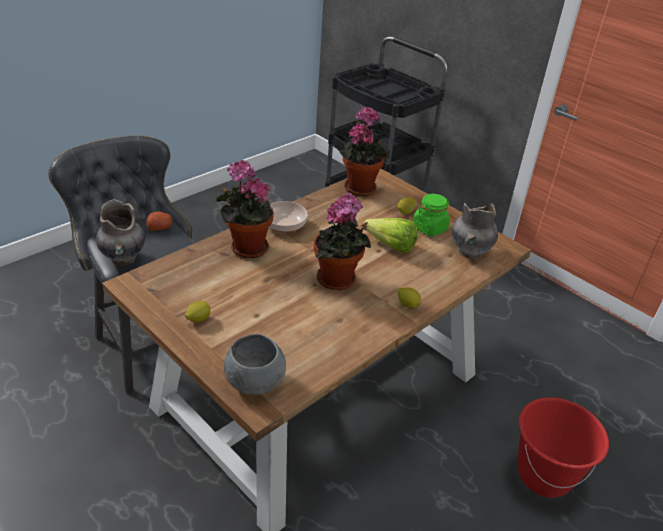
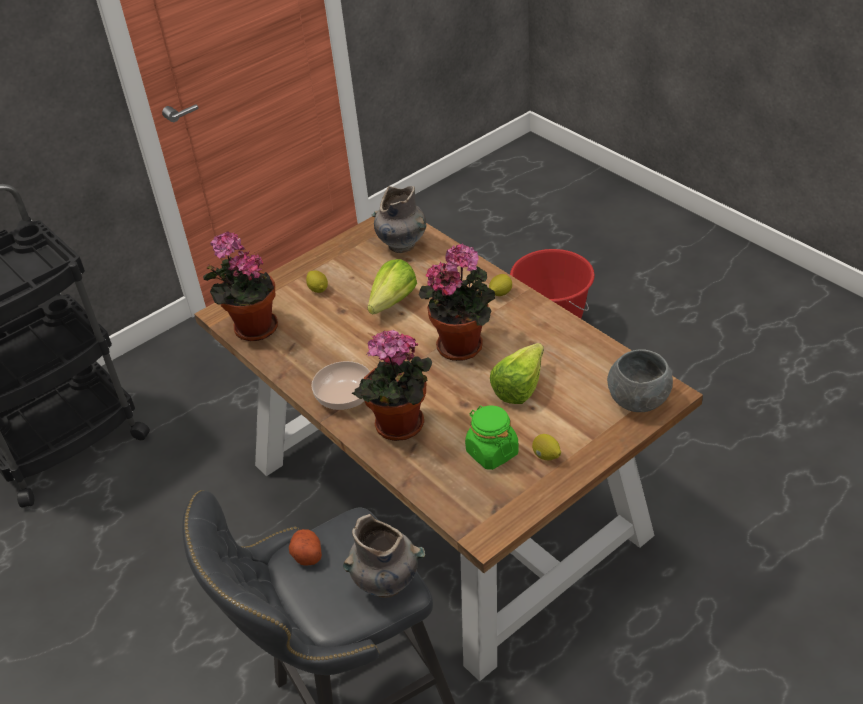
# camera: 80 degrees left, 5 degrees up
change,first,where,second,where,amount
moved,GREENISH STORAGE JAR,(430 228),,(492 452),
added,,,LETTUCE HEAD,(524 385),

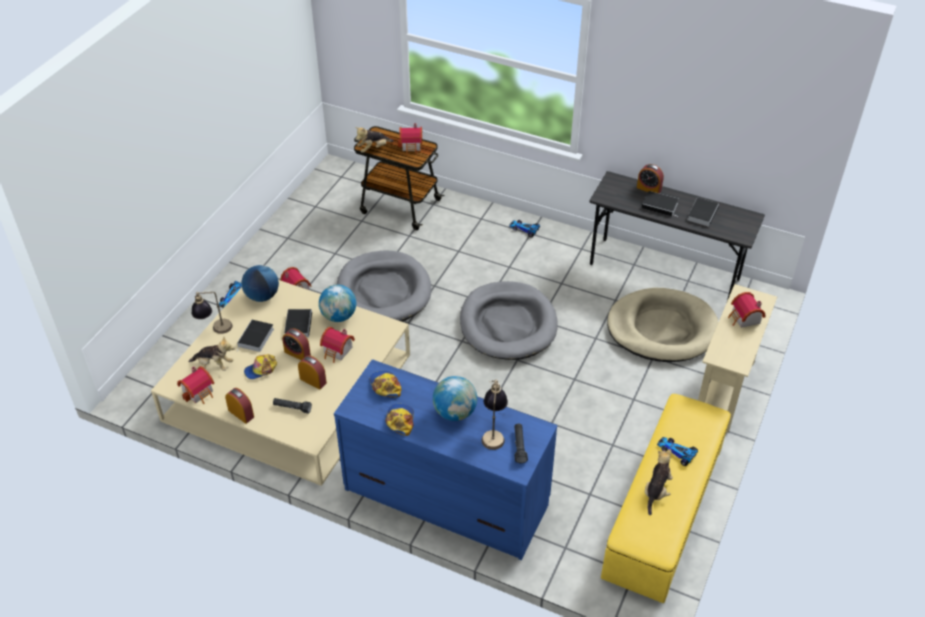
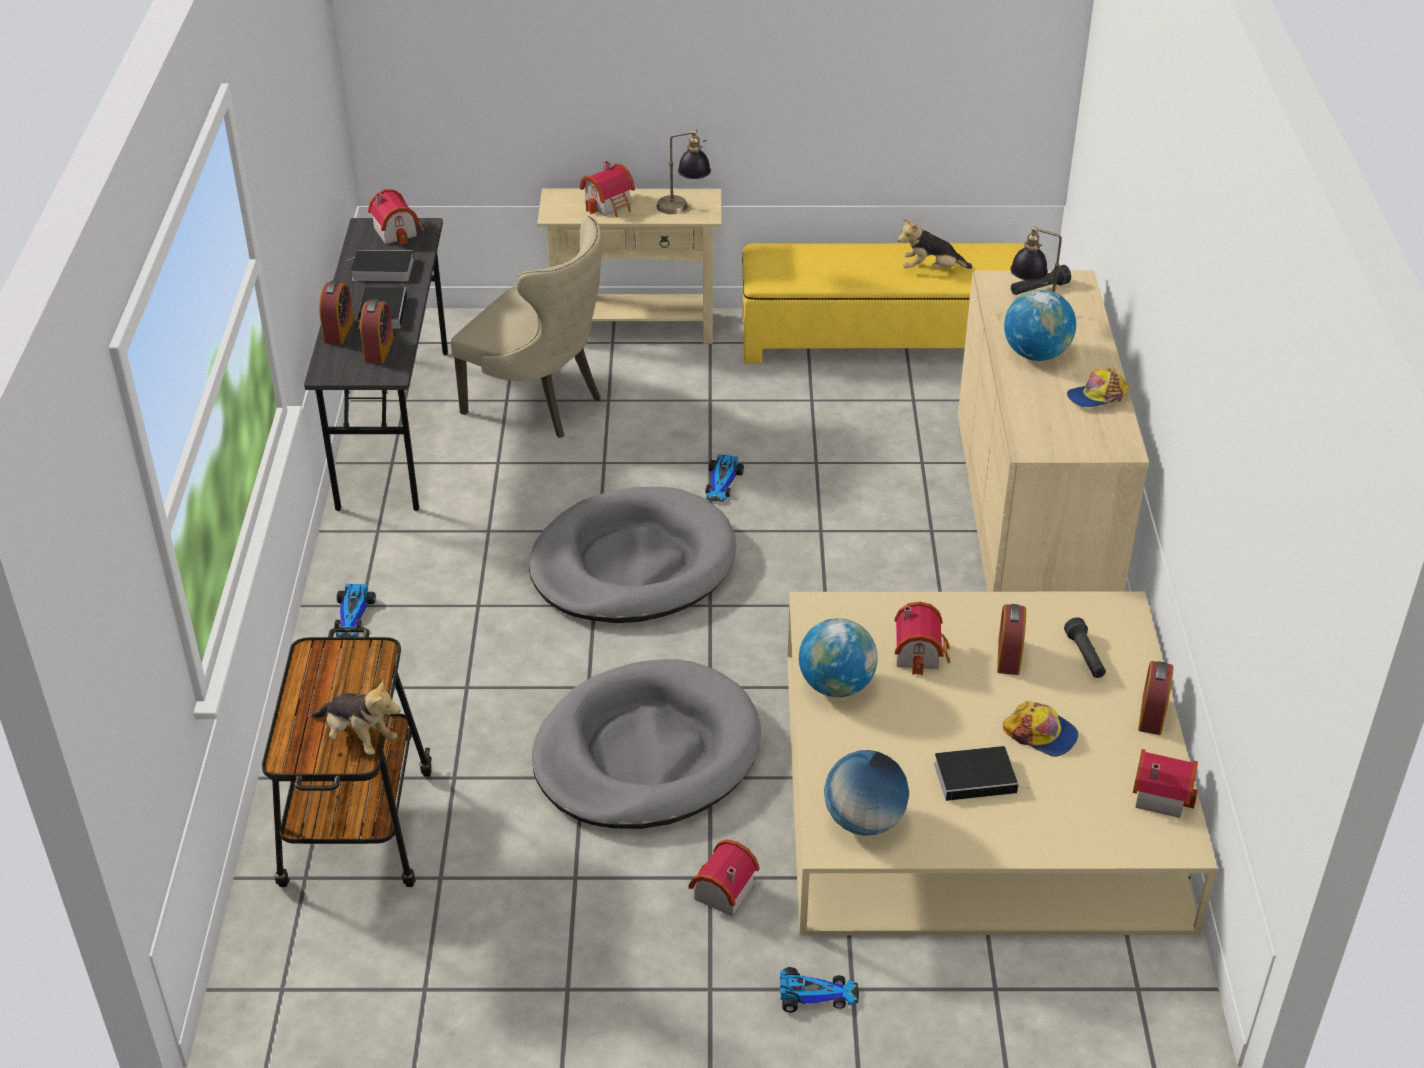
# camera: 115 degrees left, 5 degrees down
change,first,where,second,where,amount
moved,TOY HOUSE,(412 146),,(398 231),
replaced,SAND-COLOURED DOG CUSHION,(661 329),SAND-COLOURED CHAIR,(539 403),
moved,LAMP FOR A TABLE,(214 330),,(683 210),
removed,BOOK,(298 324),,,
moved,BEDSIDE CLOCK,(297 353),,(379 350),
removed,CUDDLY TOY,(214 365),,,
recoloured,BLUE-COLOURED DRAWER CHEST,(446 496),SAND-COLOURED DRAWER CHEST,(1032 523),
removed,BASEBALL CAP,(385 386),,,
moved,MINIATURE CAR,(677 452),,(722 483),

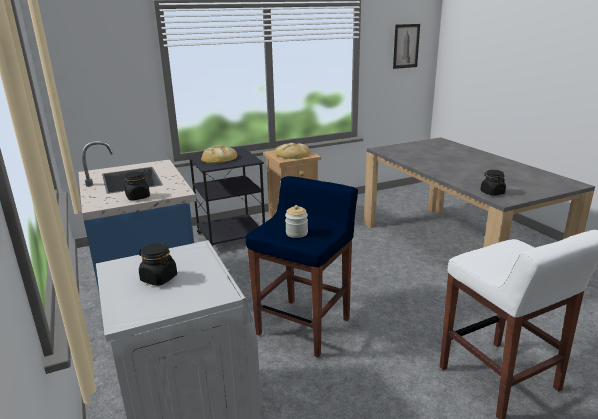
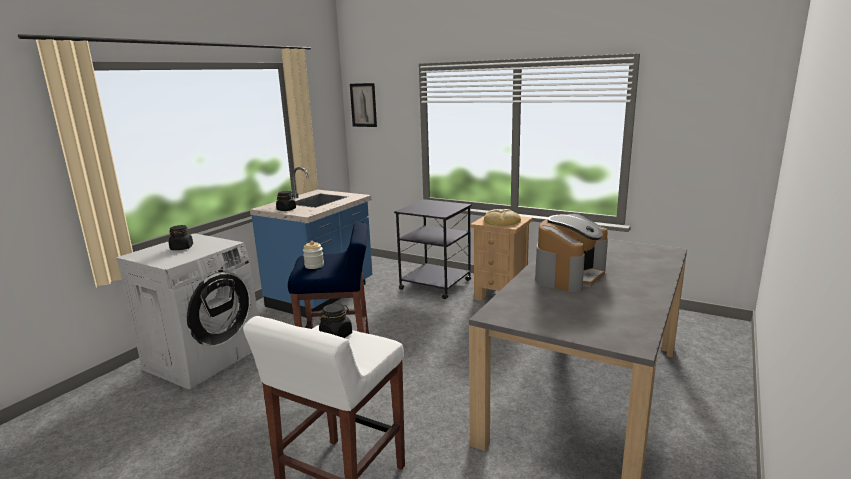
# camera: 55 degrees right, 5 degrees down
change,first,where,second,where,amount
moved,WALL PICTURE,(406 46),,(363 105),
removed,BAKERY BREAD,(219 158),,,
moved,BLACK-COLOURED STORAGE JAR,(492 193),,(336 335),
added,,,COFFEE MAKER,(569 275),

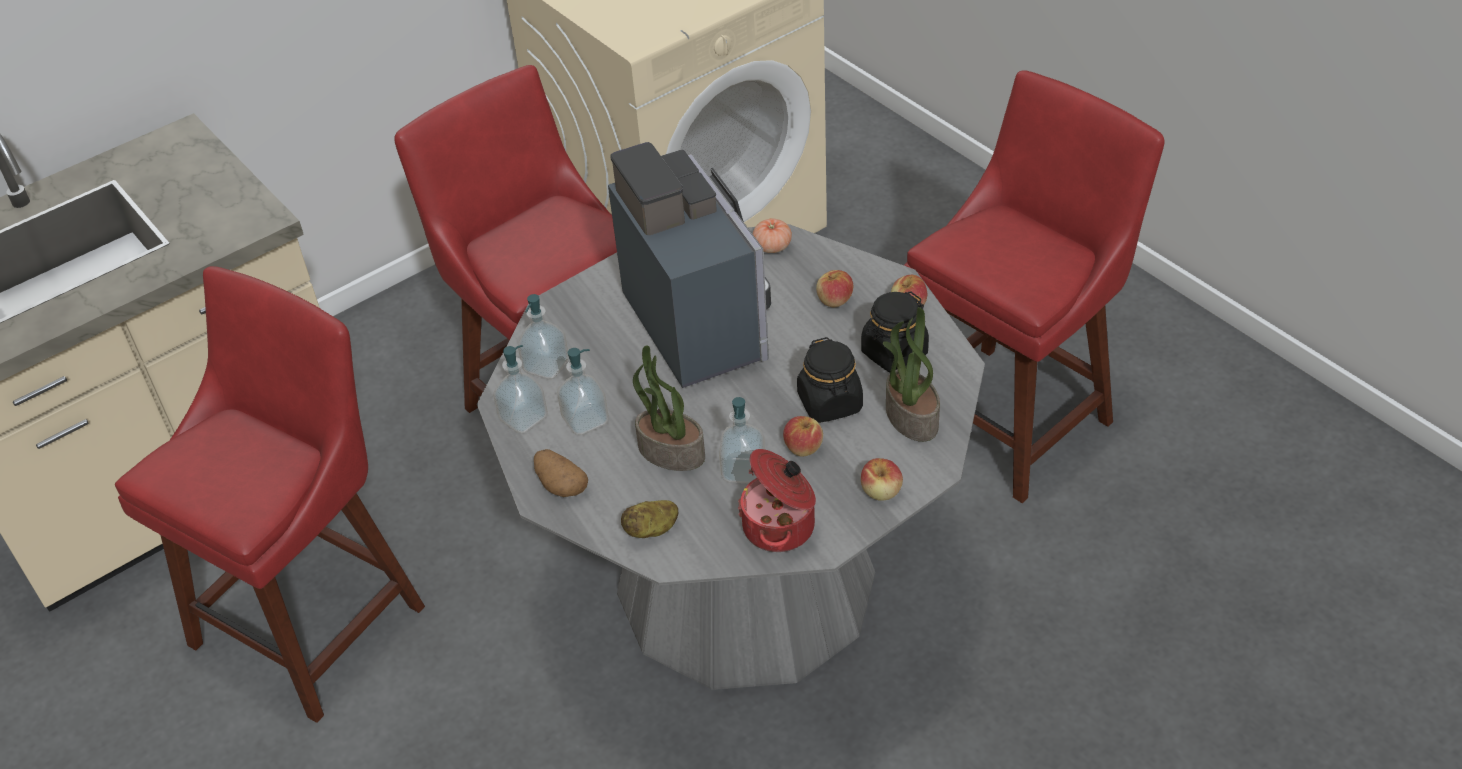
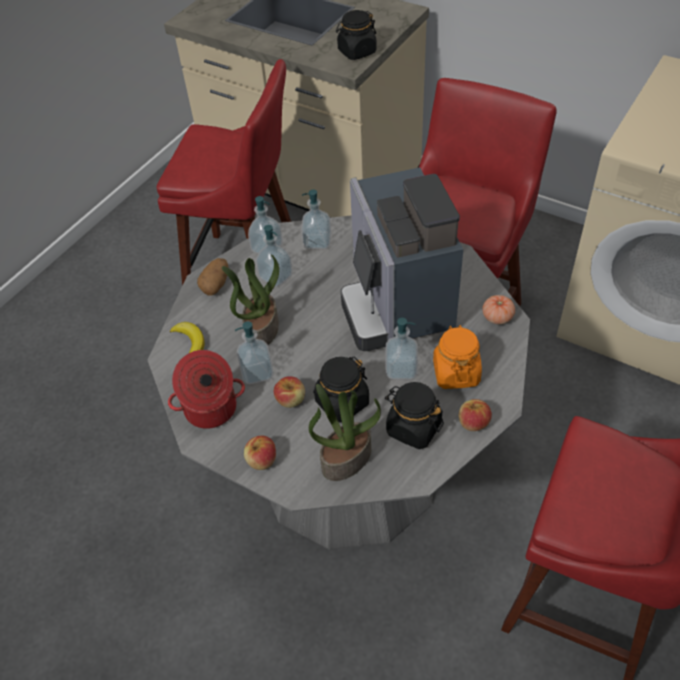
# camera: 70 degrees right, 5 degrees up
change,first,where,second,where,amount
turned,COFFEE MAKER,(701 320),,(396 303),120 degrees clockwise
replaced,WHOLE APPLE,(834 300),ORANGE-COLOURED STORAGE JAR,(456 373),
replaced,SPUD,(652 530),WHOLE BANANA,(190 341),
added,,,BLACK-COLOURED STORAGE JAR,(356 52),
added,,,LIQUID SOAP BOTTLE,(401 369),

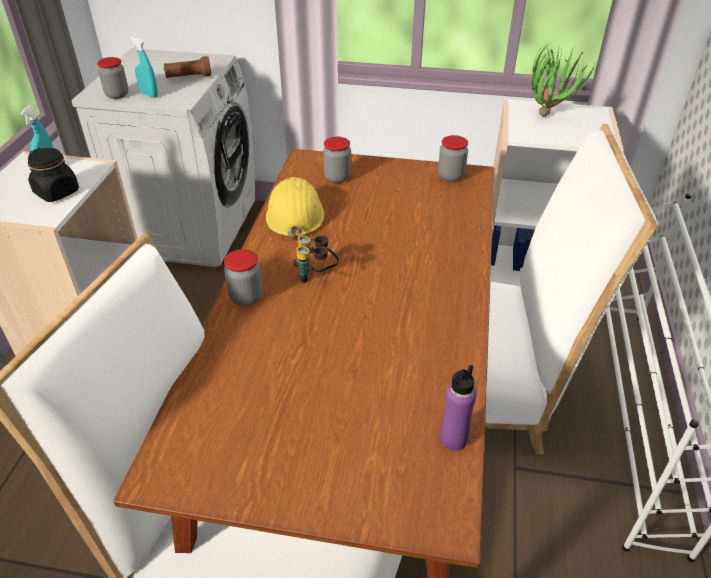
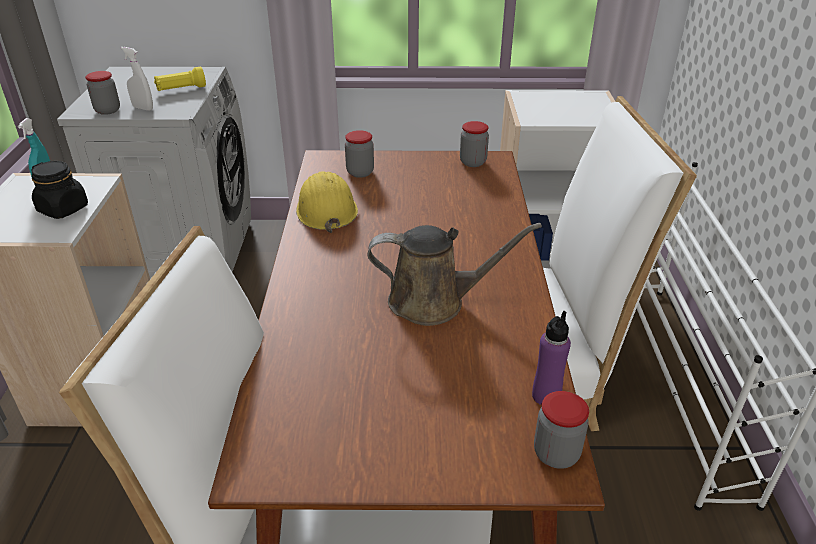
# camera: 10 degrees left, 5 degrees down
change,first,where,second,where,amount
recoloured,TURQUOISE SPRAY BOTTLE,(149 95),WHITE-COLOURED SPRAY BOTTLE,(143 108),
removed,PLANT IN A POT,(549 113),,,
recoloured,BROWNISH FLASHLIGHT,(188 77),YELLOWISH FLASHLIGHT,(181 89),
removed,PAIR OF BINOCULARS,(316 276),,,
moved,STORAGE JAR,(246 297),,(556 454),
added,,,BROWNISH WATERING CAN,(434 302),

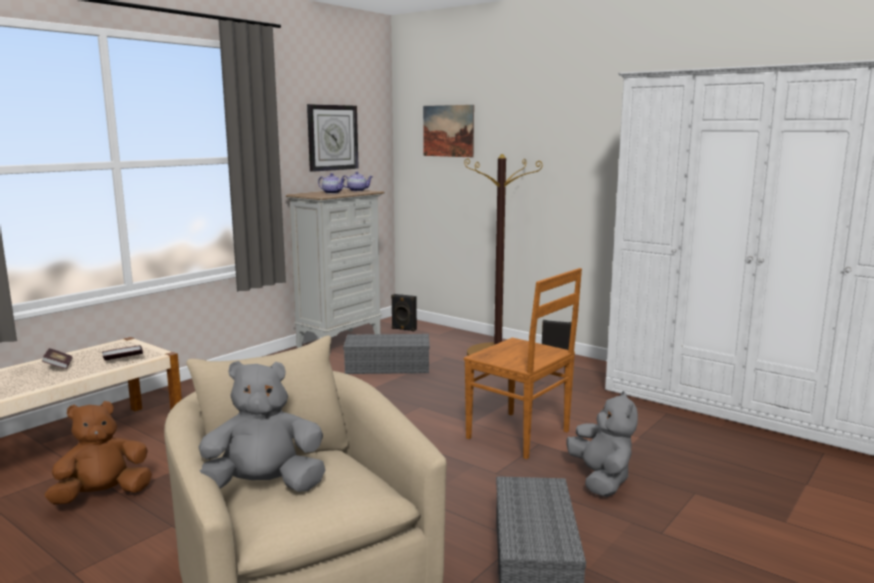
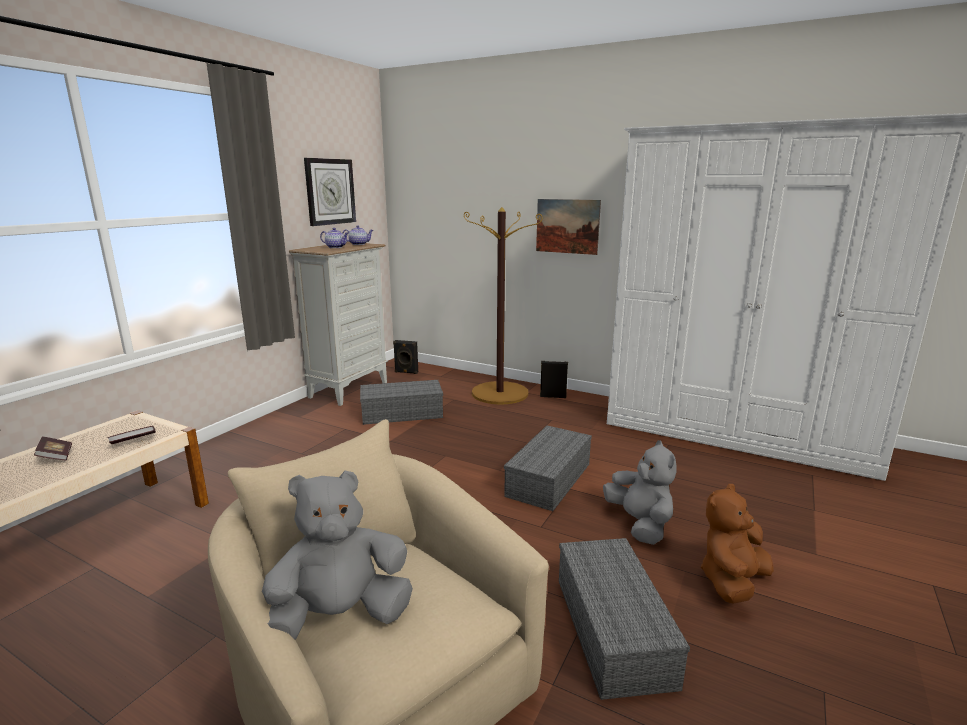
# camera: 10 degrees left, 5 degrees up
change,first,where,second,where,amount
moved,WALL PICTURE,(448 131),,(567 226),
replaced,BROWNISH CHAIR,(520 435),GREY STORAGE BIN,(549 480),
moved,BROWNISH CUDDLY TOY,(103 495),,(732 581),

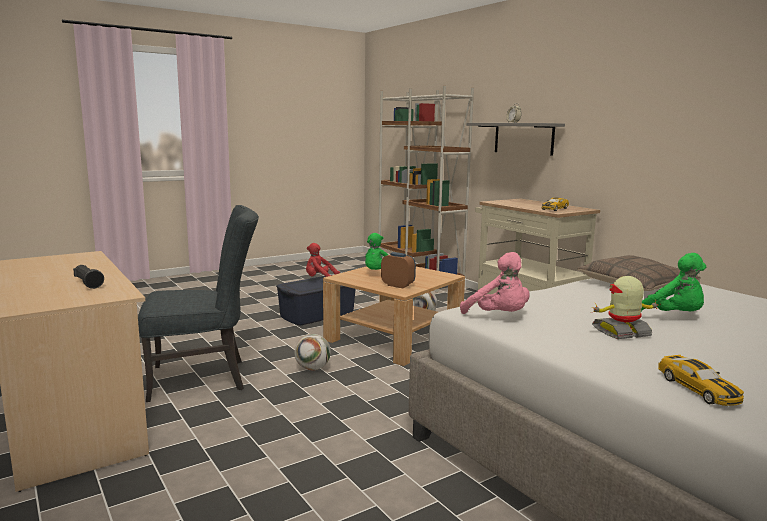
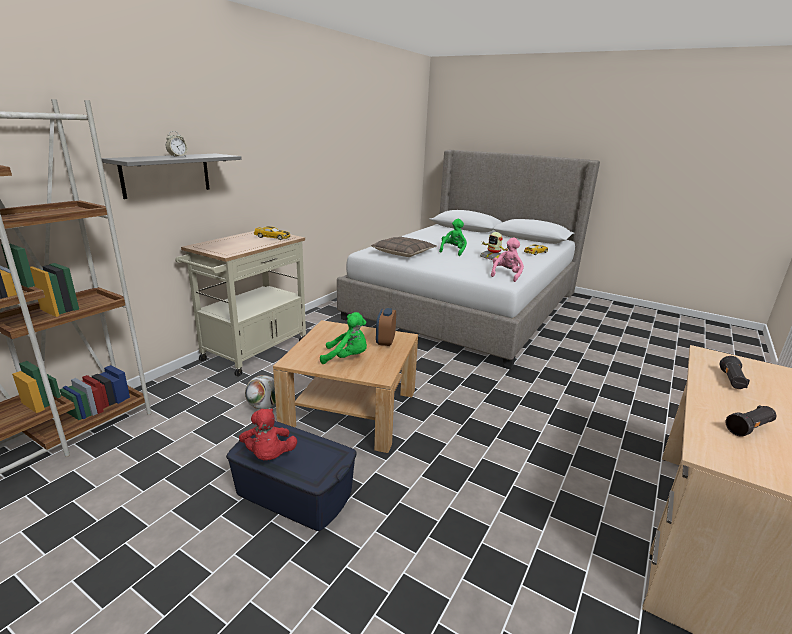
# camera: 115 degrees left, 10 degrees up
change,first,where,second,where,amount
removed,GREY CHAIR,(205 378),,,
removed,BALL FOR FOOTBALL,(312 368),,,
added,,,BLACK-COLOURED FLASHLIGHT,(749 428),

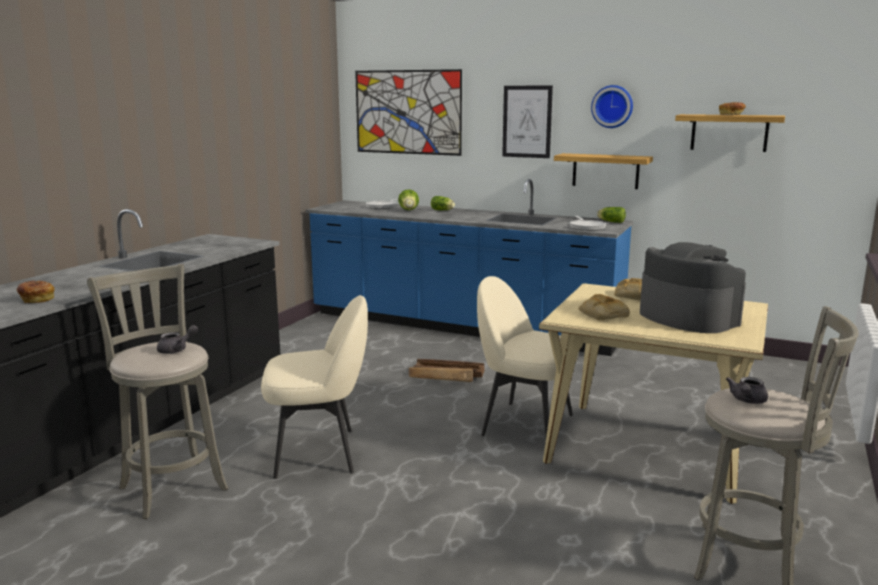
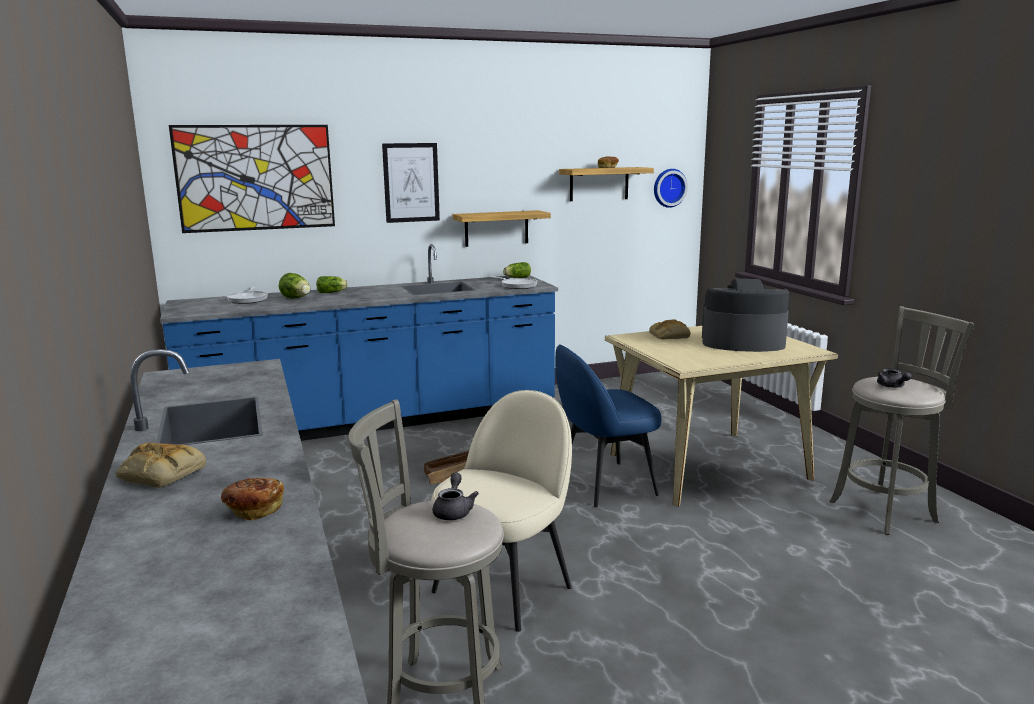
# camera: 45 degrees left, 0 degrees up
change,first,where,second,where,amount
moved,CLOCK ON THE WALL,(612 106),,(668 188),
recoloured,SAND-COLOURED CHAIR,(524 424),BLUE-COLOURED CHAIR,(604 484),
moved,BAKERY BREAD,(602 314),,(160 473),

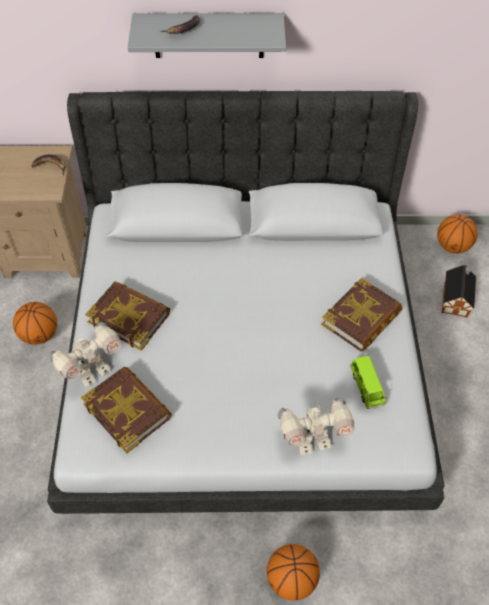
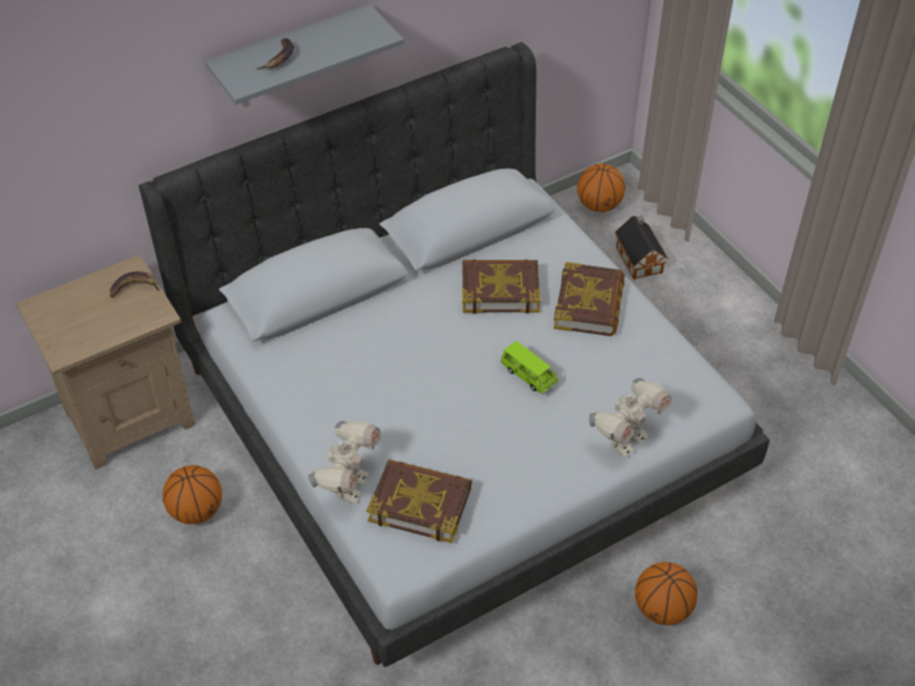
# camera: 30 degrees left, 5 degrees down
change,first,where,second,where,amount
moved,BOOK,(129 317),,(500 290),
moved,GREENISH MINIATURE CAR,(366 387),,(529 376),

